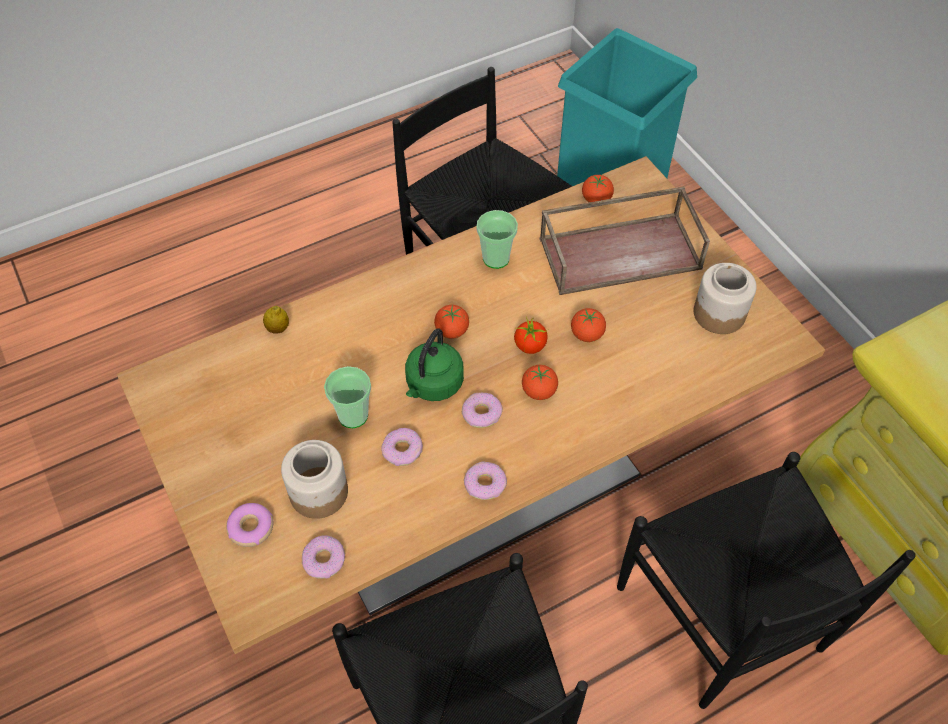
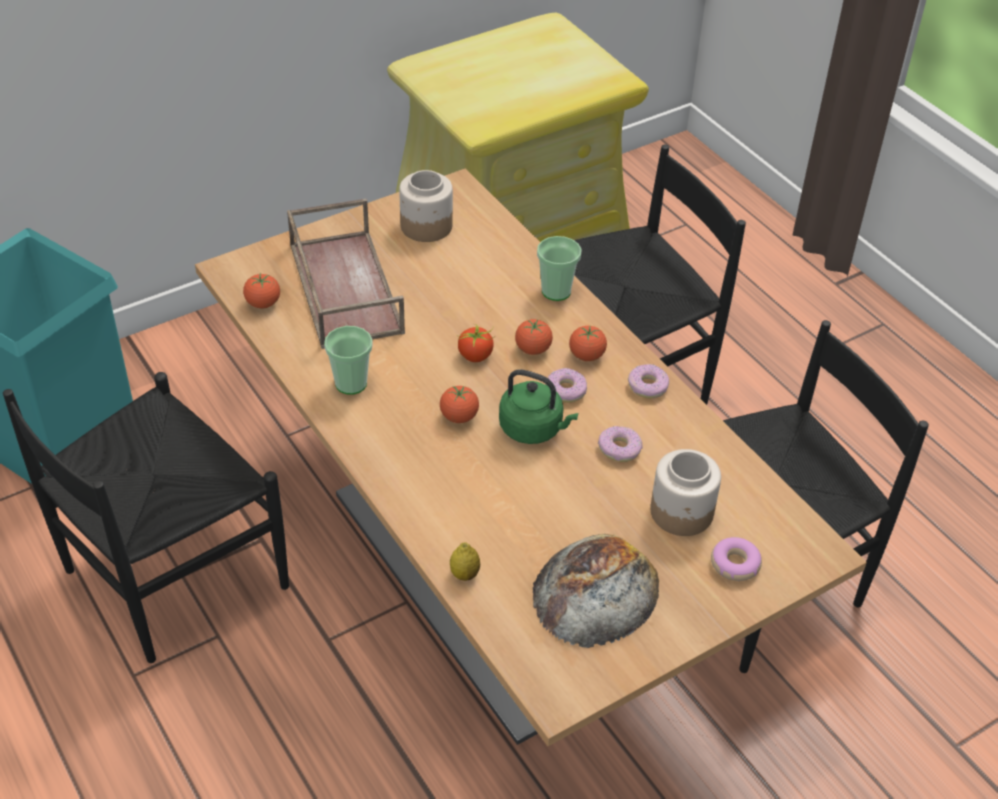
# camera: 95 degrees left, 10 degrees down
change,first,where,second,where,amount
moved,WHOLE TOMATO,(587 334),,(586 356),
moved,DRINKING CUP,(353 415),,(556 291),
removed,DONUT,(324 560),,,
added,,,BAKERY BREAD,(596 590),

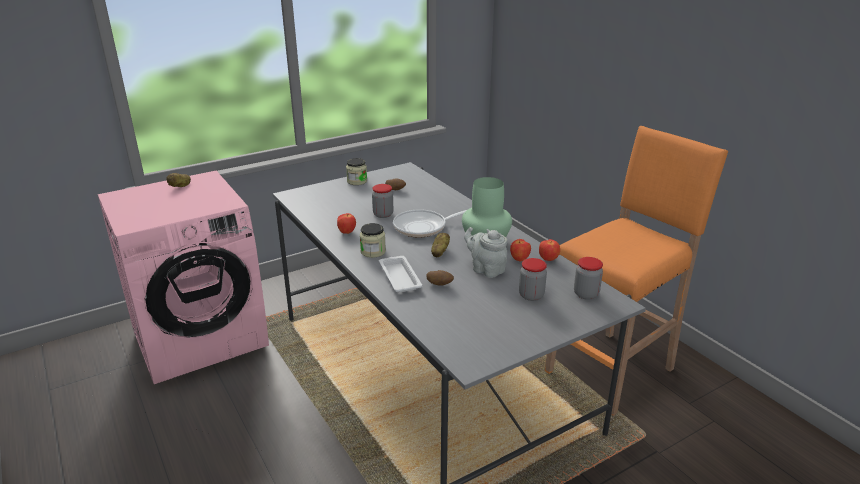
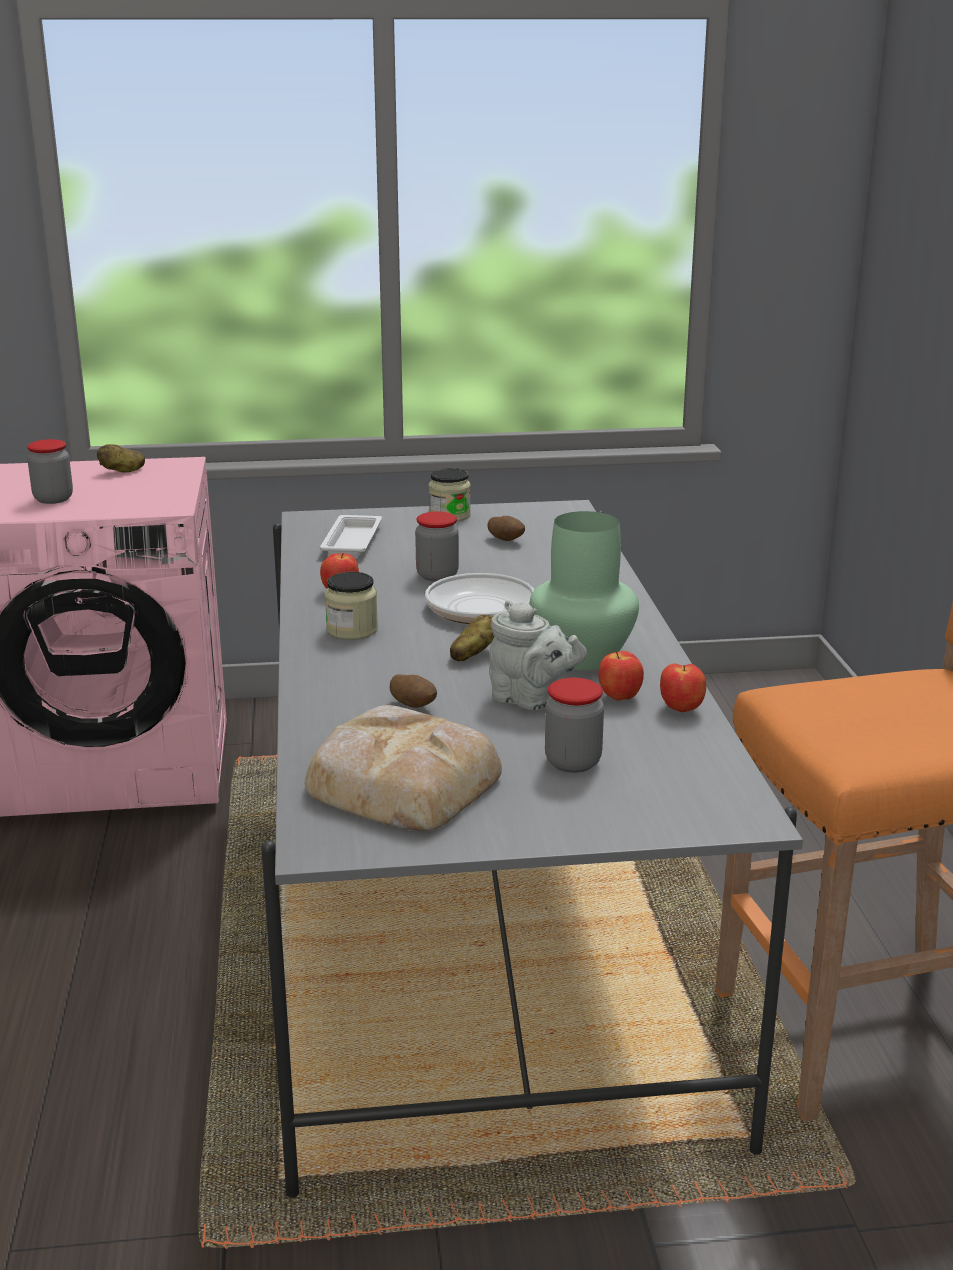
# camera: 25 degrees right, 5 degrees down
change,first,where,second,where,amount
turned,GREY POT FOR TEA,(486 269),,(532 700),150 degrees clockwise
moved,WHITE-COLOURED CARRYING TRAY,(399 277),,(352 541),
moved,STORAGE JAR,(586 294),,(53 499),
added,,,BAKERY BREAD,(401 781),

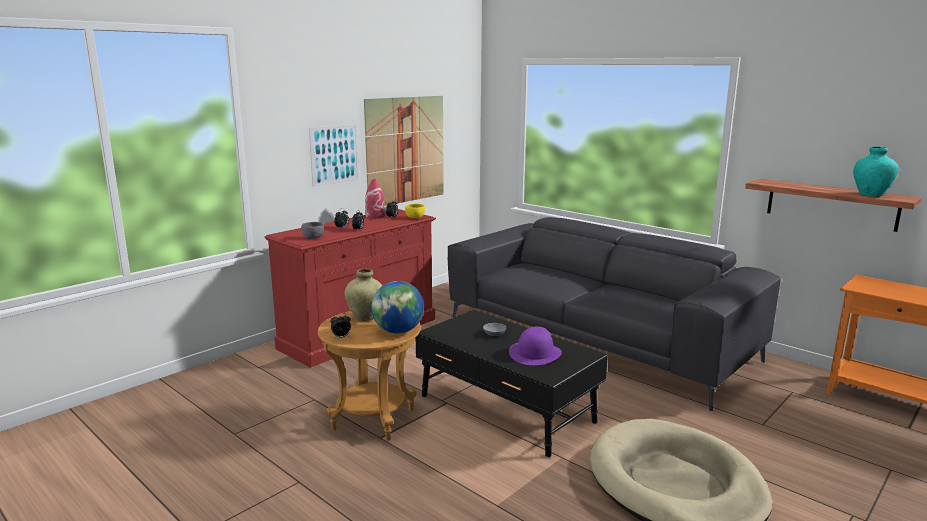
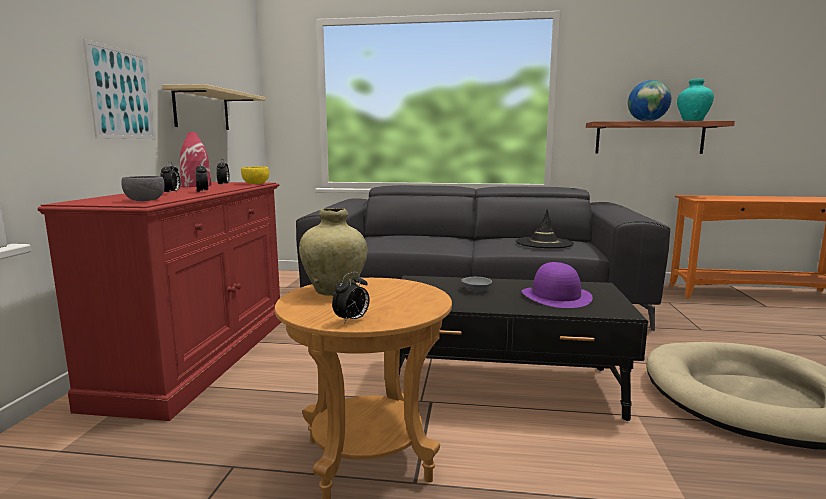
# camera: 35 degrees left, 5 degrees down
change,first,where,second,where,amount
replaced,WALL PICTURE,(406 150),SAND-COLOURED WALL SHELF,(202 110),
moved,GLOBE,(398 331),,(647 121),
added,,,BLACK-COLOURED HAT,(544 243),

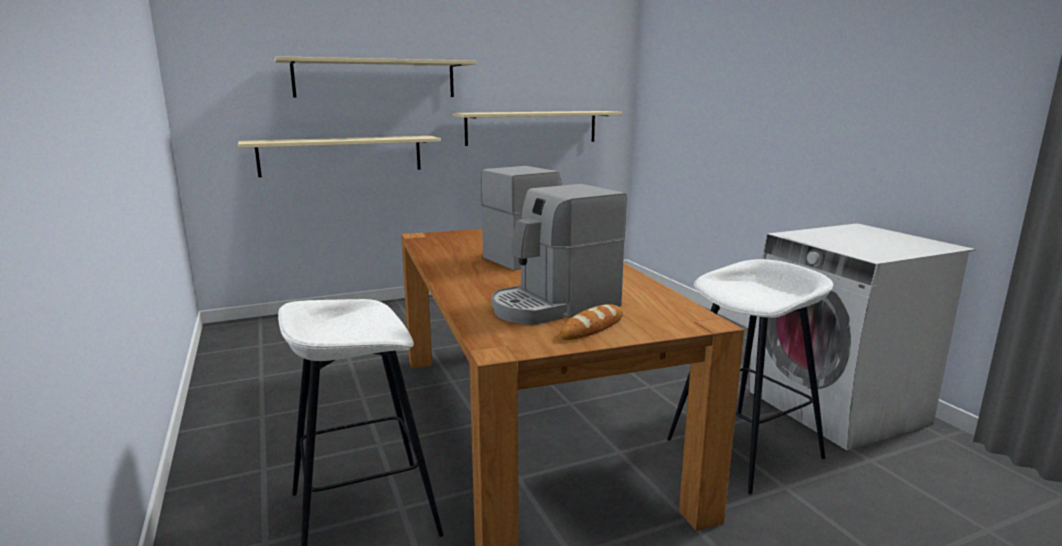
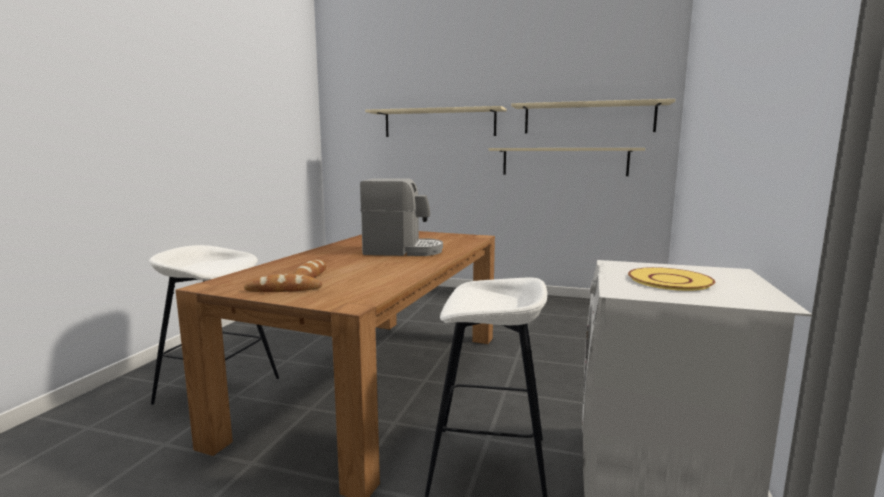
# camera: 40 degrees right, 5 degrees down
change,first,where,second,where,amount
moved,SAND-COLOURED WALL SHELF,(341 155),,(588 118),
replaced,COFFEE MAKER,(554 306),BAKERY BREAD,(310 275),
added,,,YELLOWISH FLAT DISH,(670 280),

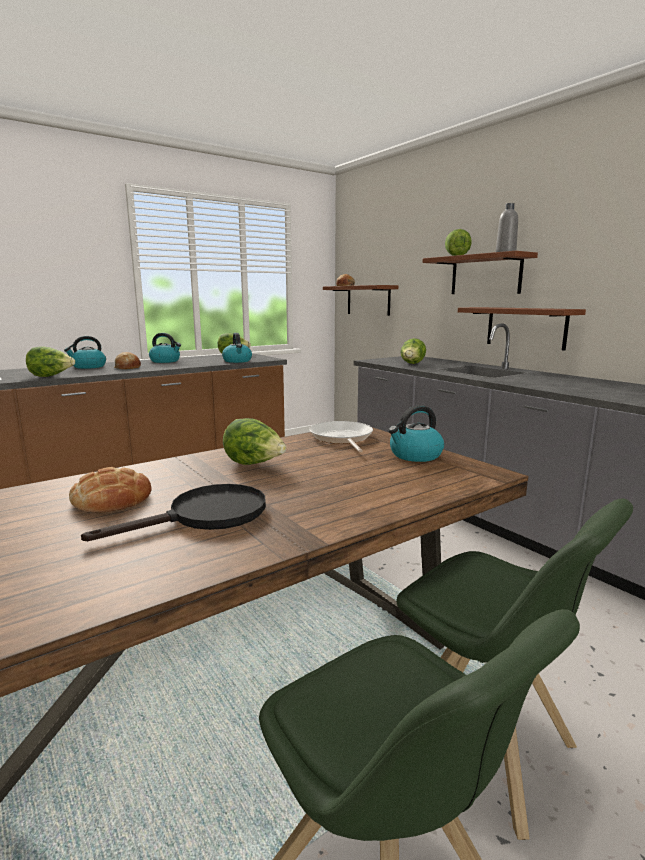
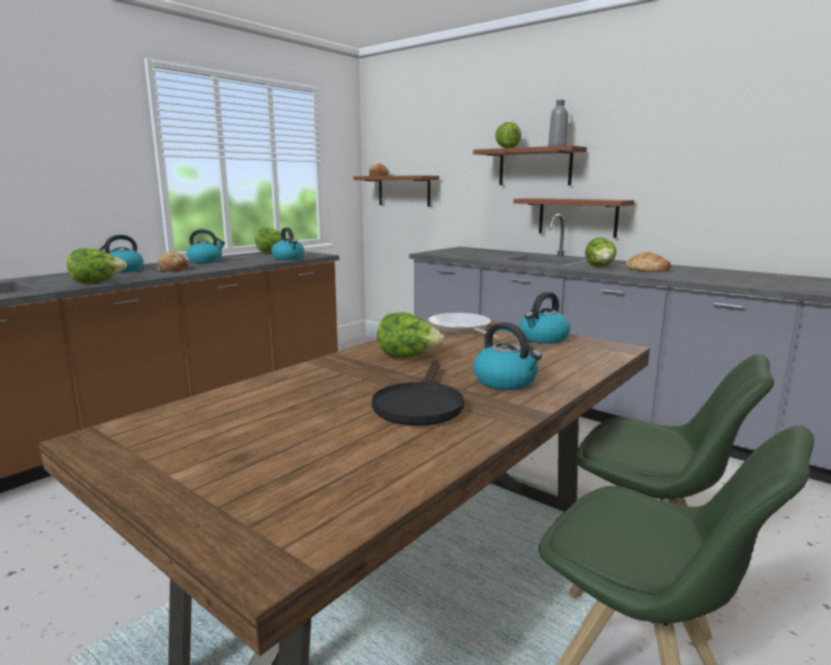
# camera: 15 degrees left, 0 degrees up
change,first,where,second,where,amount
moved,LETTUCE HEAD,(412 364),,(600 267),
moved,BAKERY BREAD,(112 499),,(647 269),
turned,BLACK-COLOURED FRYING PAN,(205 516),,(419 404),150 degrees clockwise
added,,,KETTLE,(506 381),

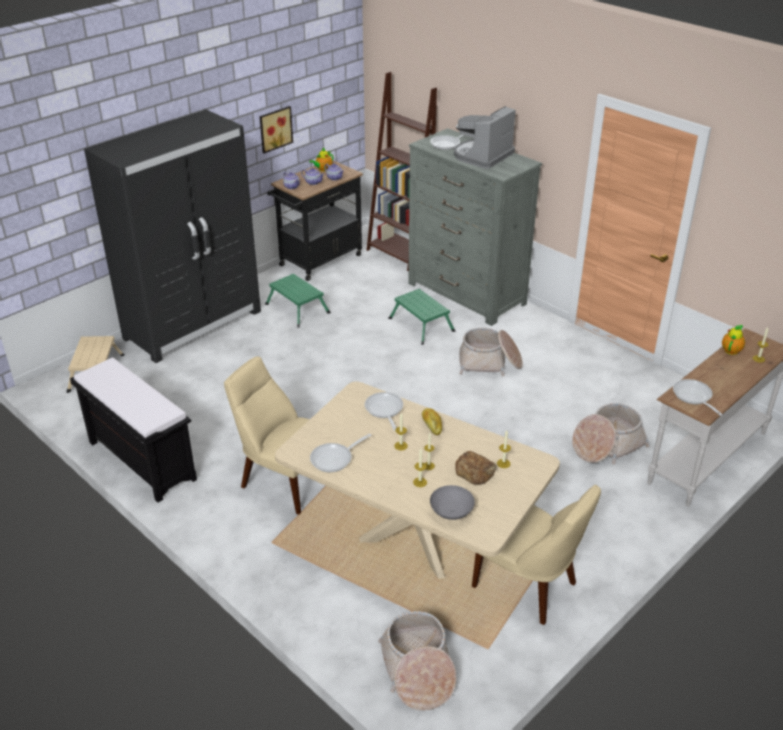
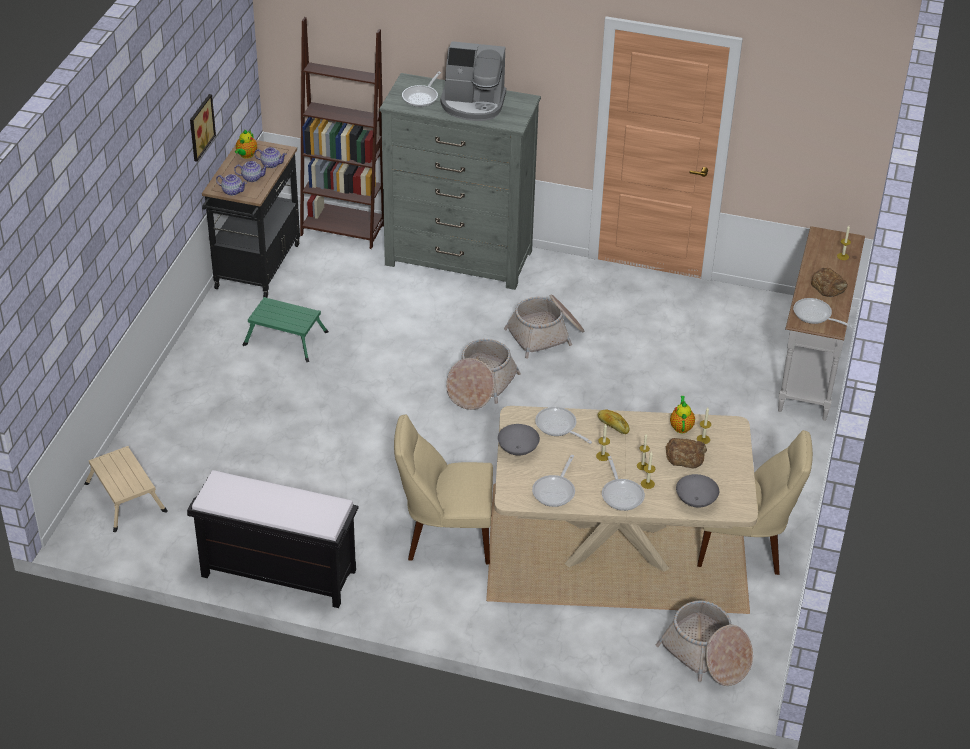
# camera: 30 degrees left, 5 degrees up
change,first,where,second,where,amount
turned,COFFEE MAKER,(482 156),,(473 104),90 degrees counterclockwise
removed,BLACK-COLOURED CUPBOARD,(195 324),,,
removed,GREENISH STEP STOOL,(421 324),,,
moved,POT FOR TEA,(731 350),,(681 426),
moved,STORAGE BASKET,(607 445),,(480 386),
added,,,BAKERY BREAD,(828 286),
added,,,GREY DEEP DISH,(518 449),
added,,,FRYING PAN,(621 494),

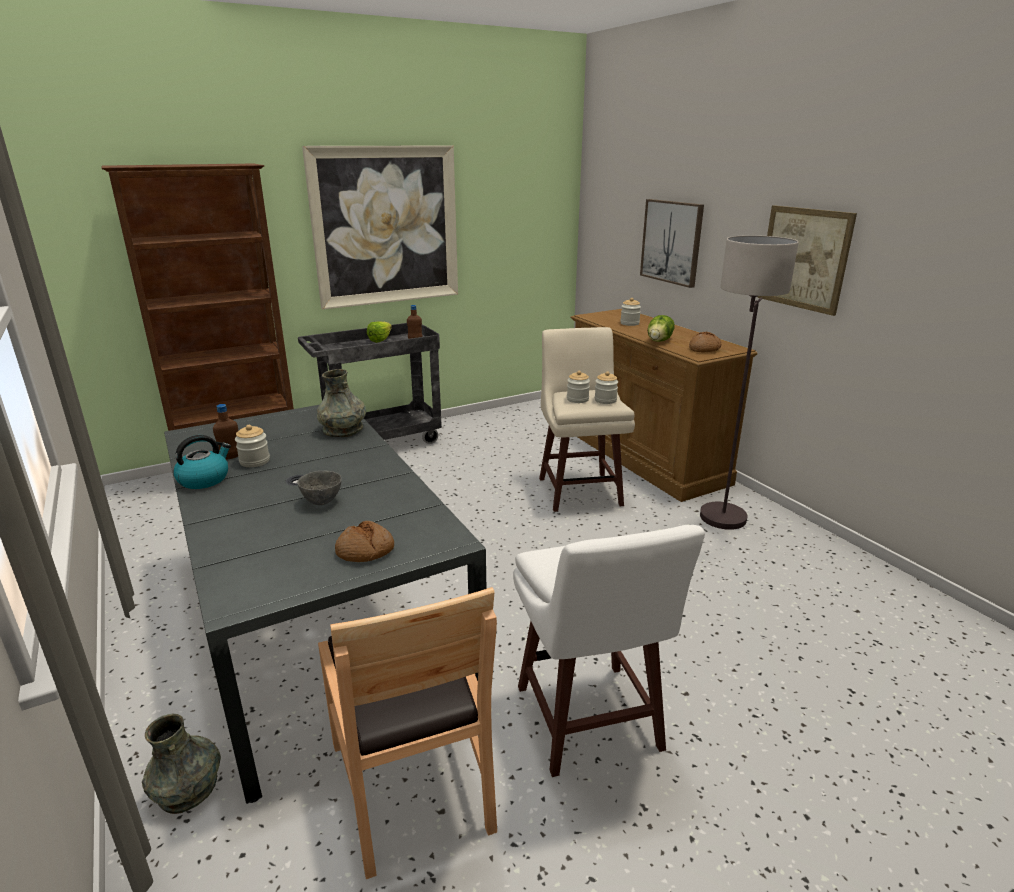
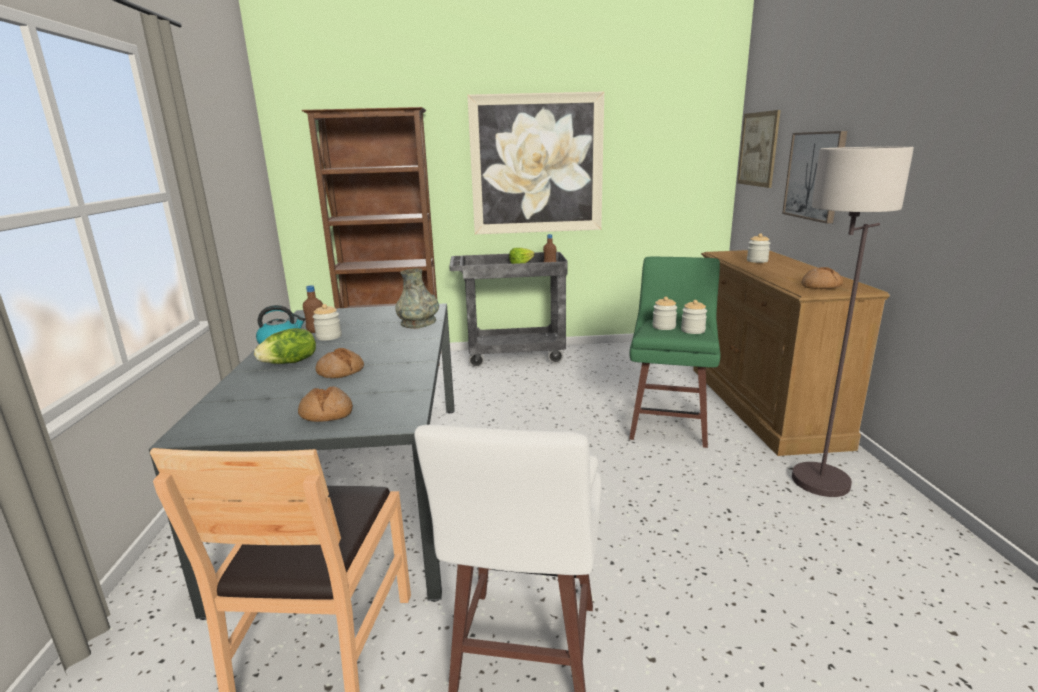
# camera: 25 degrees right, 5 degrees down
change,first,where,second,where,amount
moved,WALL PICTURE,(804 258),,(758 149),
moved,LETTUCE HEAD,(659 341),,(290 362),
recoloured,SAND-COLOURED STOOL,(580 490),GREENISH STOOL,(669 425),
replaced,GREY DEEP DISH,(322 501),BAKERY BREAD,(340 371),
removed,GREY FLOWER VASE,(187 788),,,

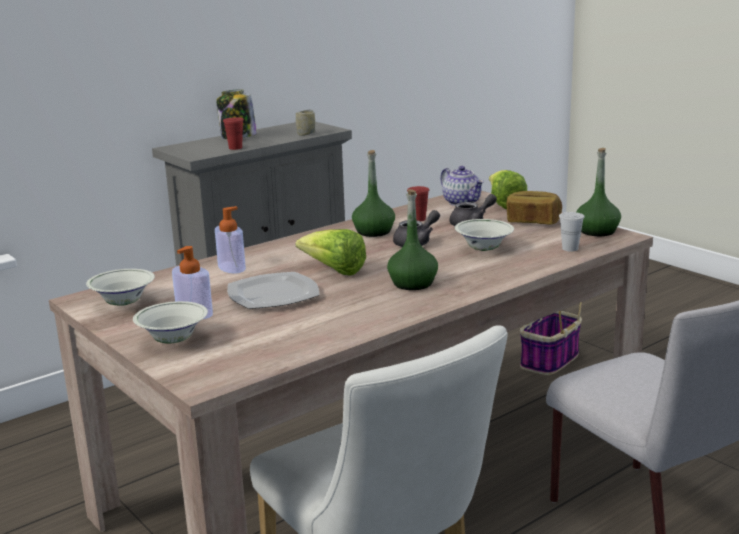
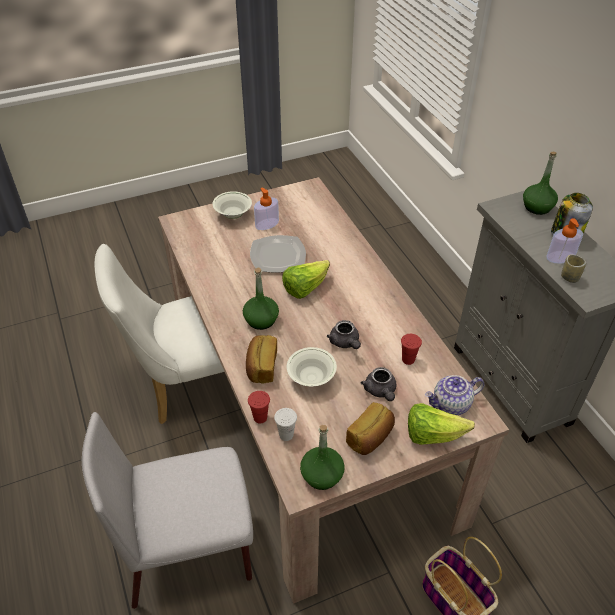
# camera: 105 degrees right, 25 degrees up
change,first,where,second,where,amount
moved,REDDISH DRINKING CUP,(235 148),,(260 417),
moved,GREENISH BOTTLE,(374 232),,(537 207),
moved,LIQUID SOAP BOTTLE,(231 267),,(560 257),
removed,WHITE-COLOURED DEEP DISH,(123 303),,,
added,,,BAKERY BREAD,(261 367),

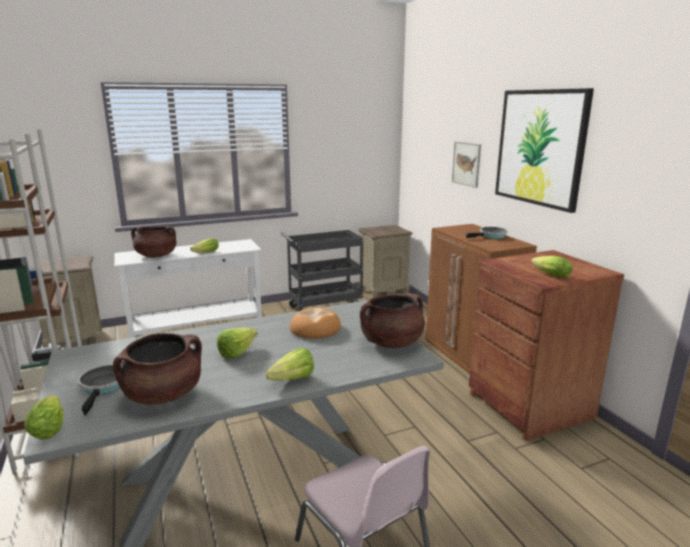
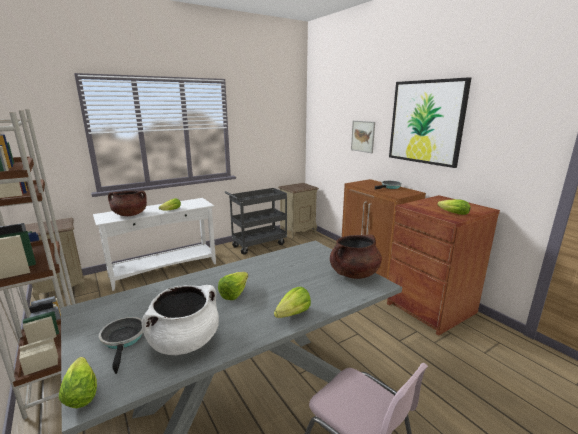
# camera: 10 degrees left, 0 degrees up
change,first,where,second,where,amount
removed,BAKERY BREAD,(315 328),,,
recoloured,BROWNISH SAUCEPOT,(163 395),WHITE-COLOURED SAUCEPOT,(185 342),

